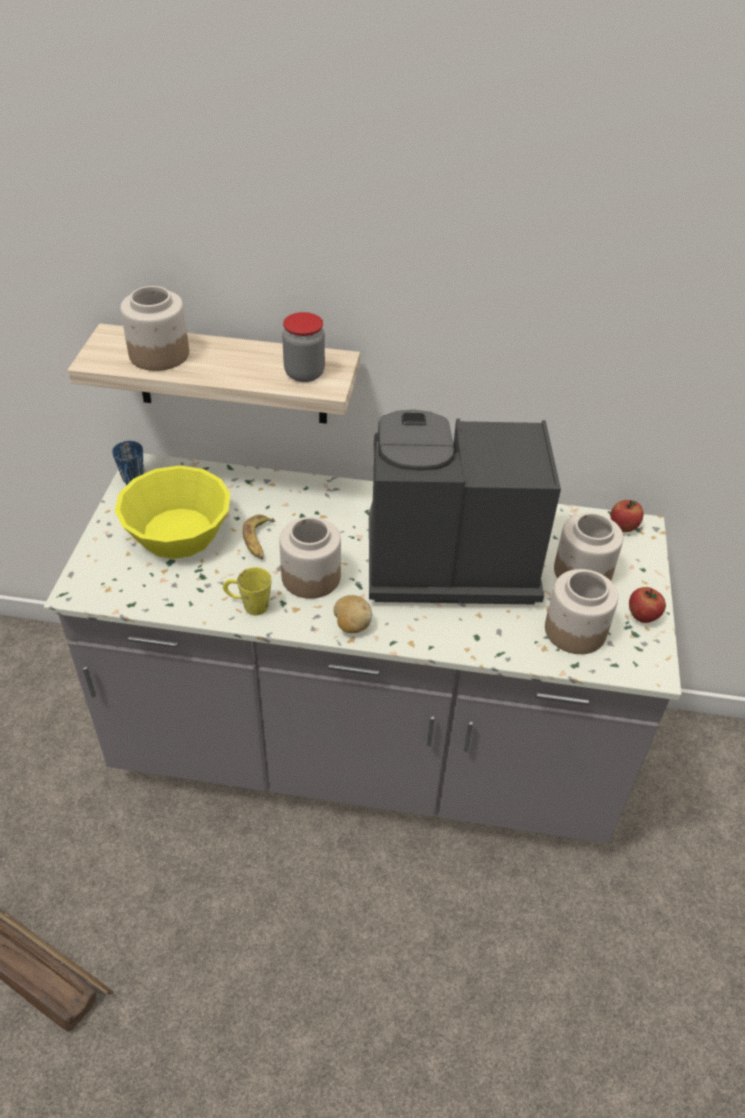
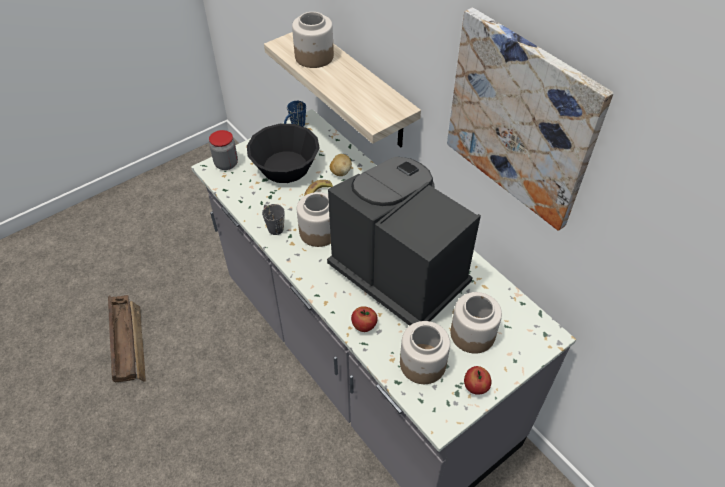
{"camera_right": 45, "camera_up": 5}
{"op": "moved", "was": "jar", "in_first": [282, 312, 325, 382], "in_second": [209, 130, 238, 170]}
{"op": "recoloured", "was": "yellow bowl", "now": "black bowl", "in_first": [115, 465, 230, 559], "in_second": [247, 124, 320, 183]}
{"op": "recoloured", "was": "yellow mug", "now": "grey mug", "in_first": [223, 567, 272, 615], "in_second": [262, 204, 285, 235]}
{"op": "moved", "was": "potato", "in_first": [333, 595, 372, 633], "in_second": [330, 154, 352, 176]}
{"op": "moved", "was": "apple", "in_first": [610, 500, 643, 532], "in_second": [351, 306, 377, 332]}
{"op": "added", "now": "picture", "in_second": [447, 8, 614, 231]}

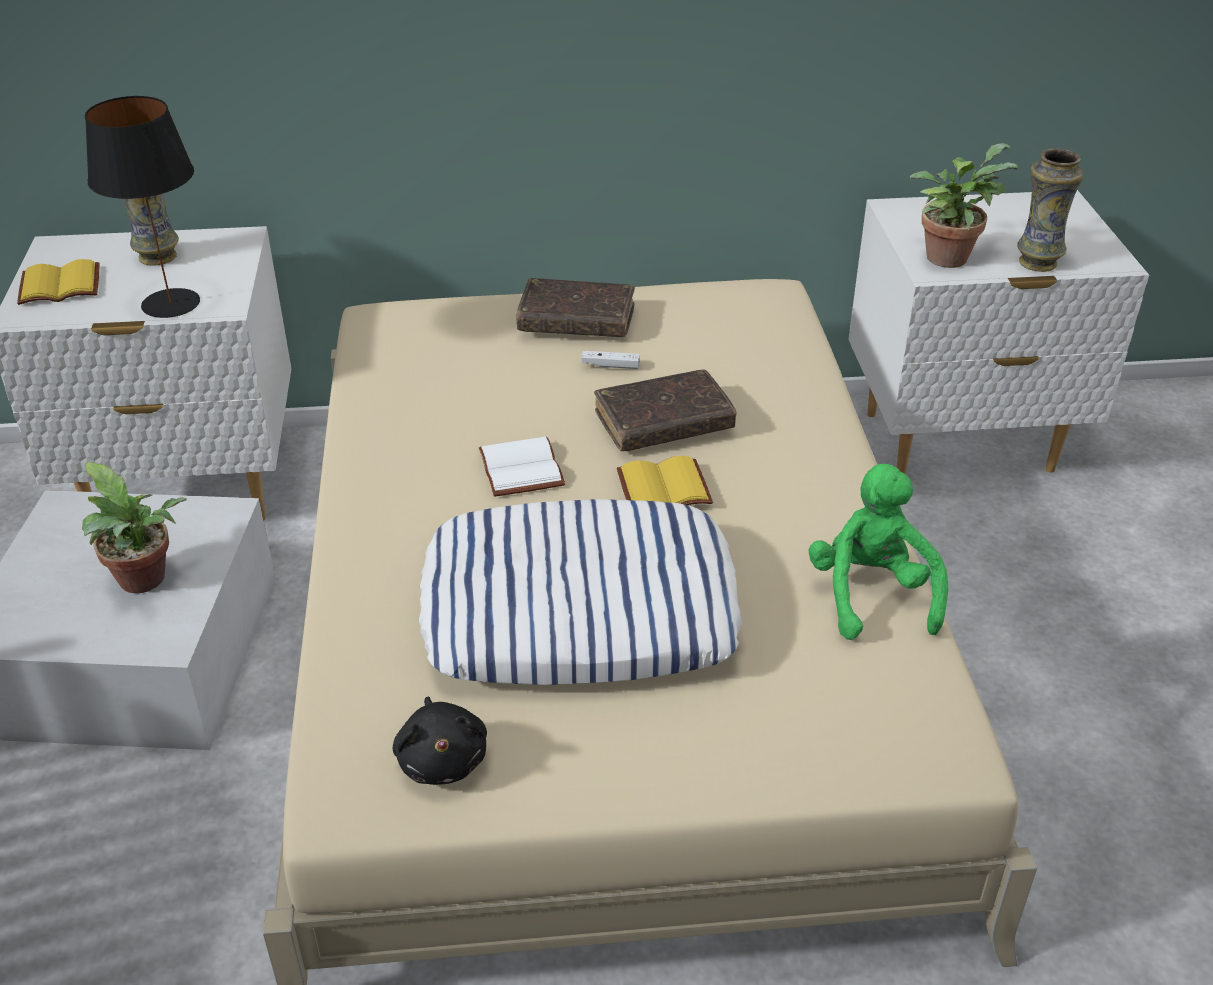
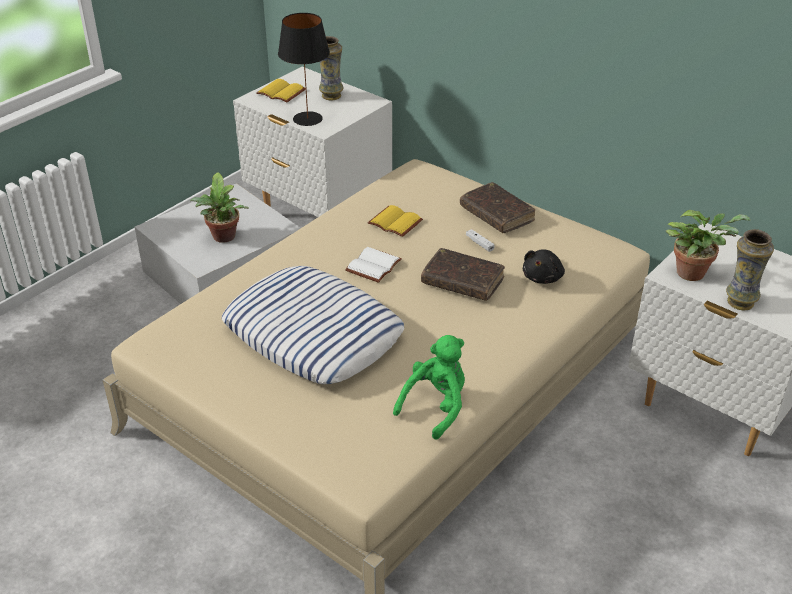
{"camera_right": 45, "camera_up": 0}
{"op": "moved", "was": "yellow book", "in_first": [617, 456, 713, 505], "in_second": [368, 205, 423, 237]}
{"op": "moved", "was": "black plush toy", "in_first": [393, 697, 487, 785], "in_second": [523, 249, 565, 284]}

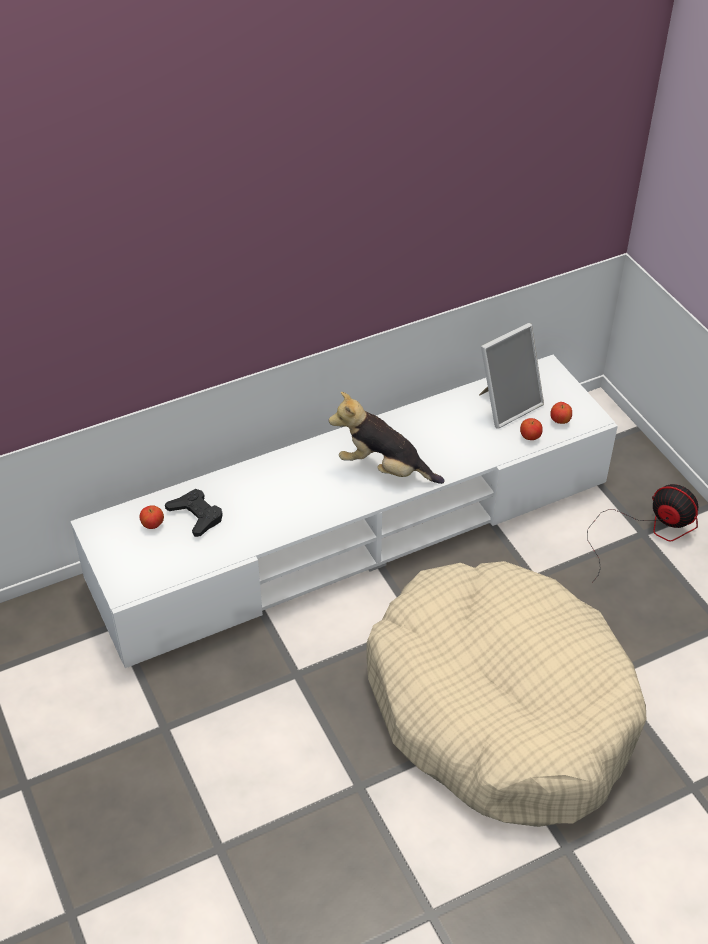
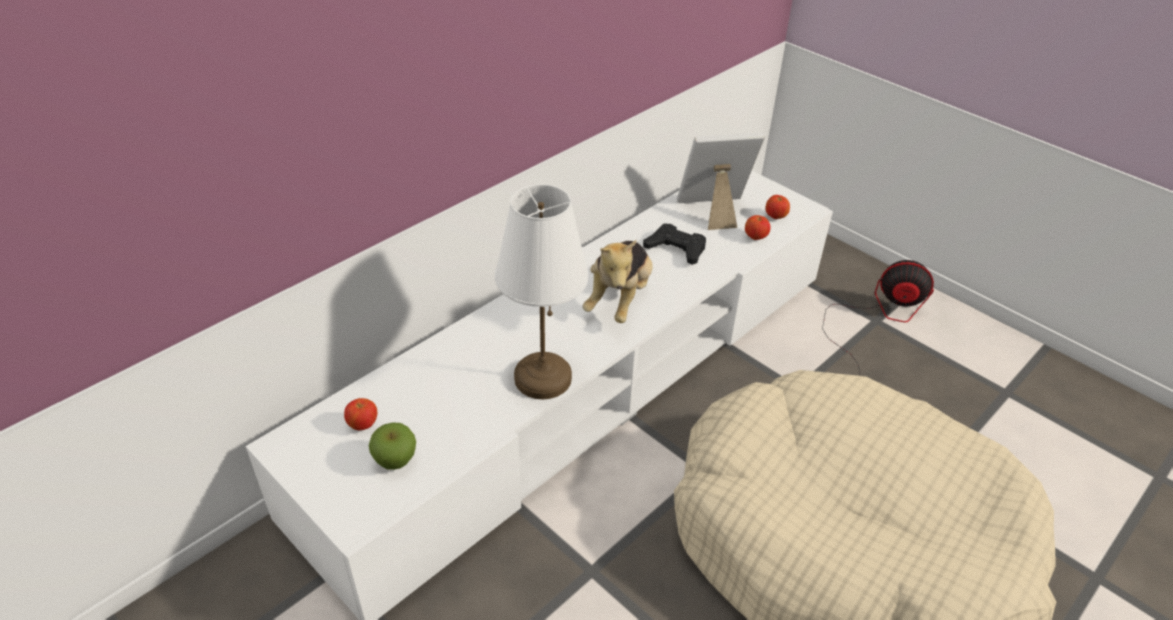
{"camera_right": -20, "camera_up": -5}
{"op": "added", "now": "apple", "in_second": [369, 422, 416, 470]}
{"op": "added", "now": "white table lamp", "in_second": [495, 184, 588, 399]}
{"op": "turned", "was": "plush toy", "in_first": [329, 392, 445, 484], "in_second": [582, 240, 653, 323], "clockwise": -75}
{"op": "moved", "was": "black game controller", "in_first": [165, 489, 223, 537], "in_second": [643, 224, 706, 265]}
{"op": "turned", "was": "picture frame", "in_first": [479, 323, 544, 429], "in_second": [677, 133, 765, 230], "clockwise": -135}

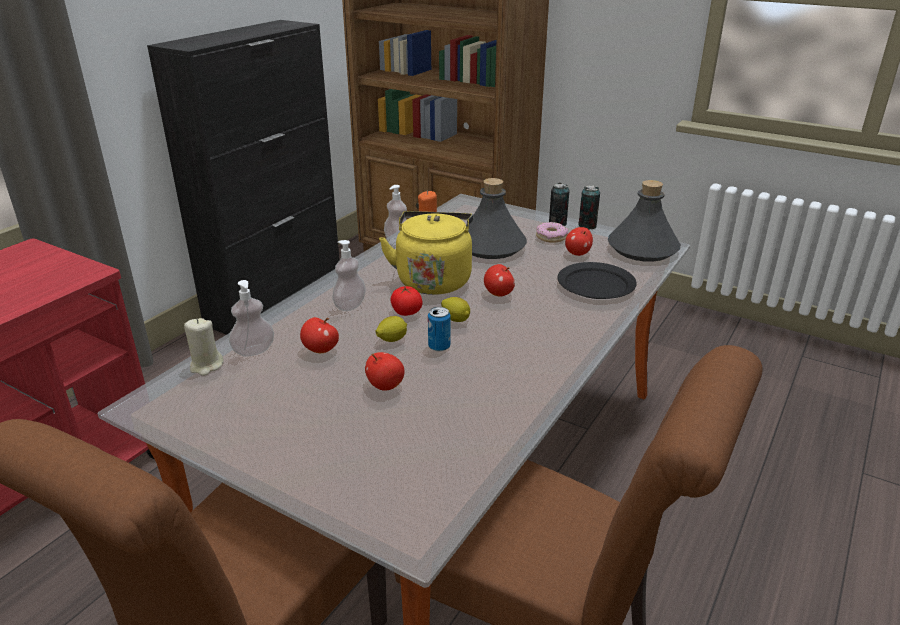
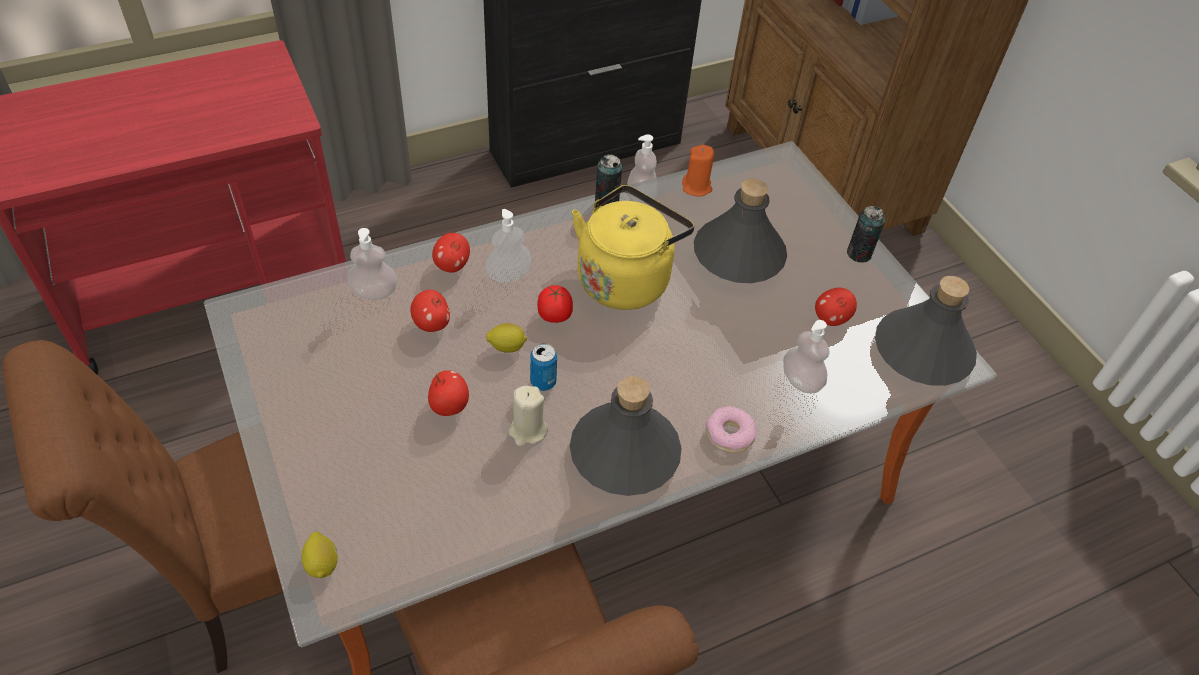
{"camera_right": 30, "camera_up": 20}
{"op": "moved", "was": "lemon", "in_first": [441, 297, 470, 322], "in_second": [302, 532, 338, 578]}
{"op": "moved", "was": "apple", "in_first": [484, 264, 515, 296], "in_second": [432, 233, 470, 273]}
{"op": "moved", "was": "beige candle", "in_first": [184, 318, 223, 376], "in_second": [508, 386, 548, 446]}
{"op": "added", "now": "grey bottle", "in_second": [570, 376, 682, 496]}
{"op": "moved", "was": "can", "in_first": [579, 185, 600, 230], "in_second": [595, 155, 622, 206]}
{"op": "moved", "was": "donut", "in_first": [536, 222, 568, 243], "in_second": [706, 406, 757, 453]}
{"op": "replaced", "was": "black plate", "now": "soap dispenser", "in_first": [558, 262, 637, 299], "in_second": [783, 320, 830, 393]}

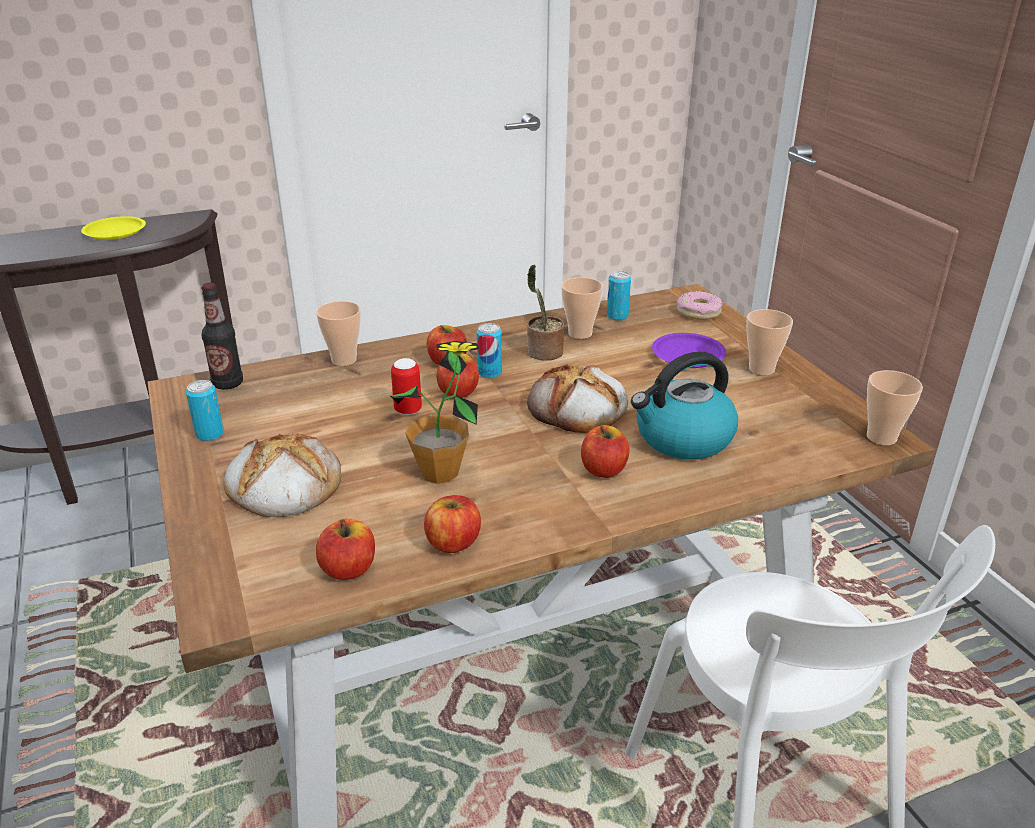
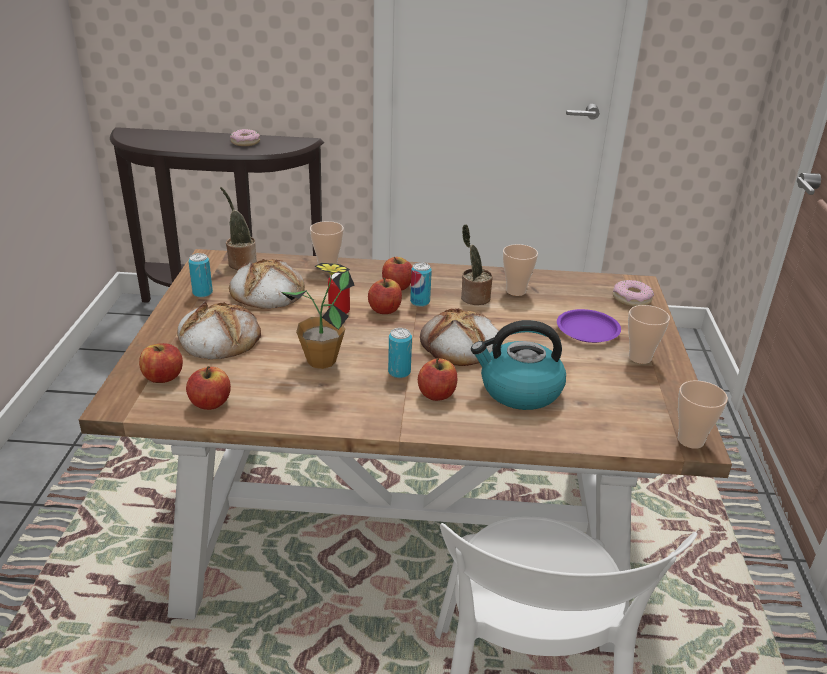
{"camera_right": 25, "camera_up": 0}
{"op": "moved", "was": "apple", "in_first": [424, 495, 481, 553], "in_second": [139, 343, 183, 383]}
{"op": "replaced", "was": "bottle", "now": "potted plant", "in_first": [201, 283, 243, 390], "in_second": [220, 187, 257, 270]}
{"op": "added", "now": "bread", "in_second": [229, 259, 305, 309]}
{"op": "replaced", "was": "yellow plate", "now": "donut", "in_first": [81, 216, 146, 240], "in_second": [230, 129, 260, 146]}
{"op": "moved", "was": "can", "in_first": [607, 271, 631, 321], "in_second": [388, 328, 412, 378]}

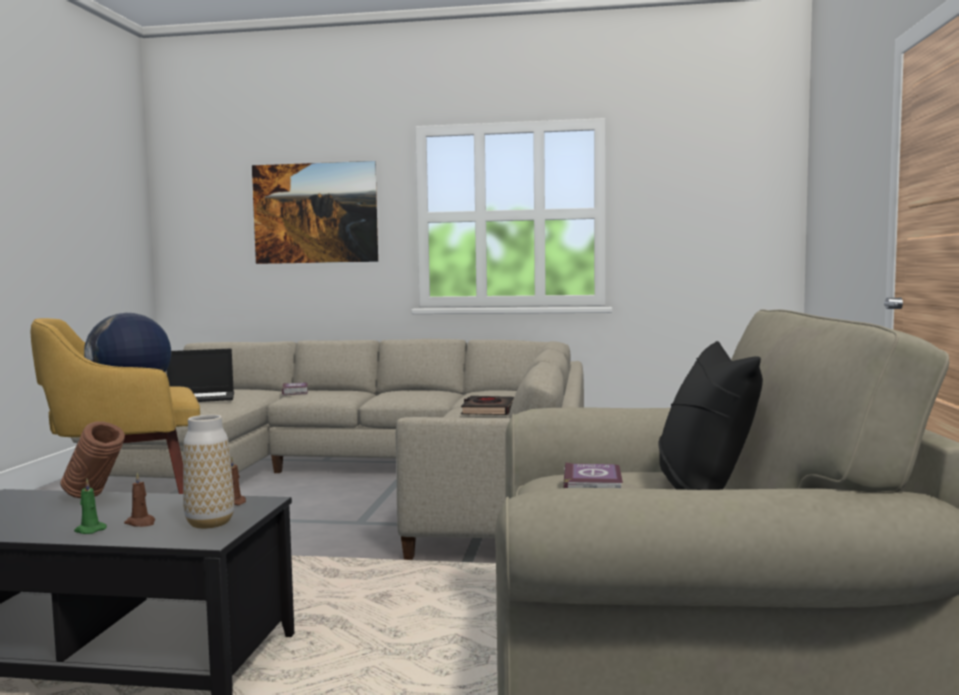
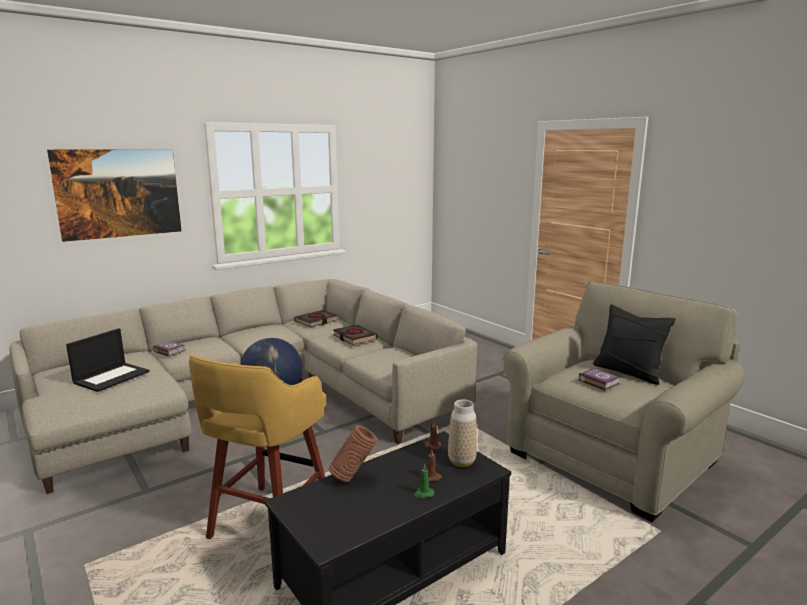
{"camera_right": -45, "camera_up": 10}
{"op": "added", "now": "black book", "in_second": [294, 310, 338, 327]}

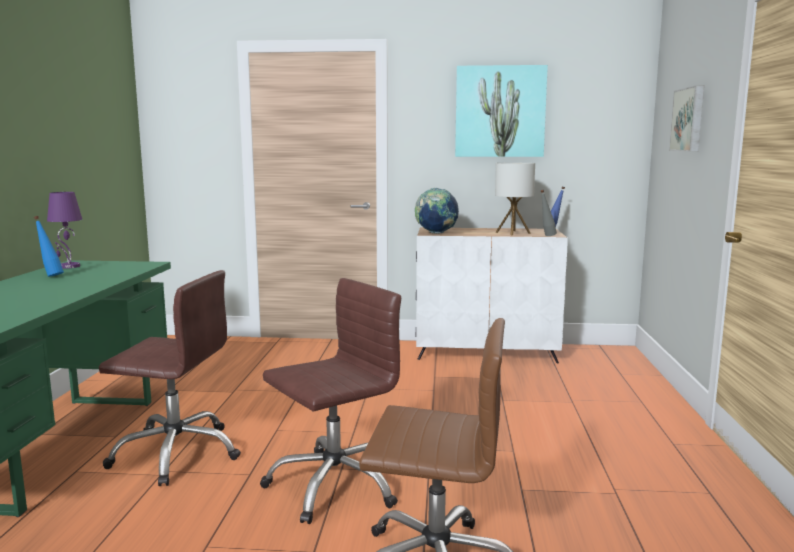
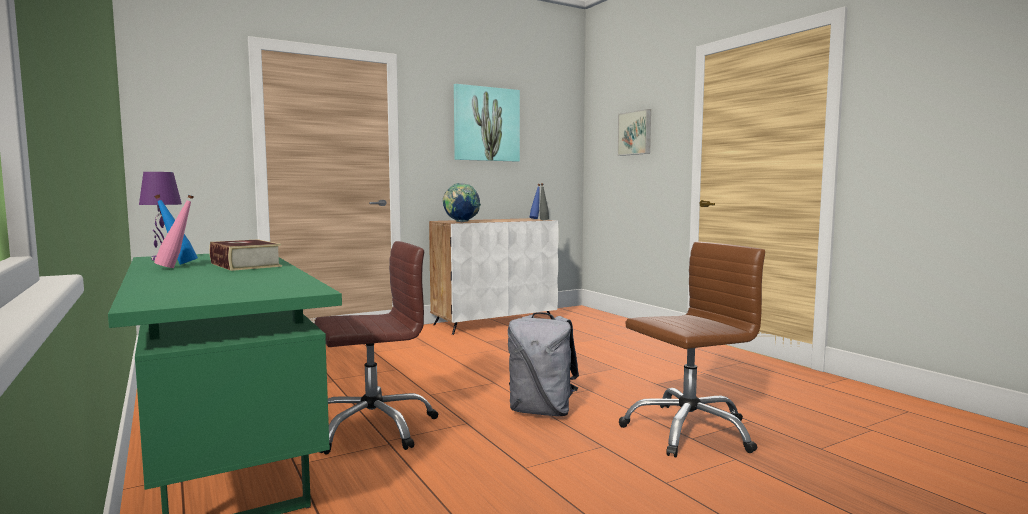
{"camera_right": -35, "camera_up": -5}
{"op": "added", "now": "pink bottle", "in_second": [154, 195, 194, 268]}
{"op": "added", "now": "book", "in_second": [209, 239, 282, 271]}
{"op": "replaced", "was": "brown office chair", "now": "grey backpack", "in_first": [260, 278, 401, 524], "in_second": [508, 312, 579, 416]}
{"op": "removed", "was": "table lamp", "in_first": [495, 163, 535, 235]}

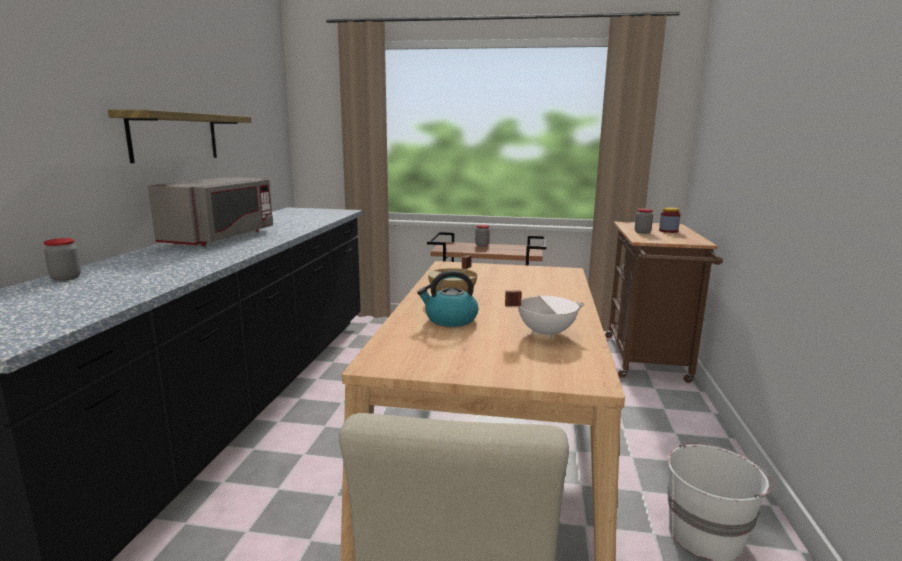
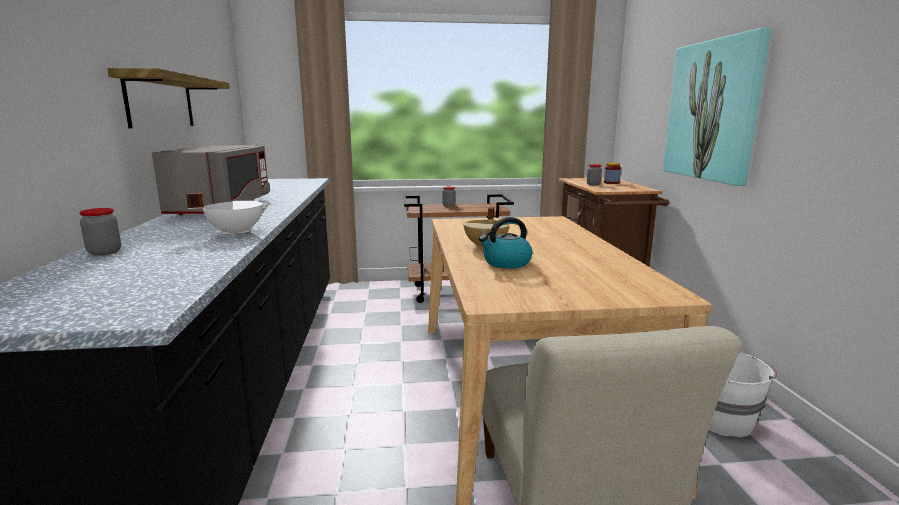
{"camera_right": -15, "camera_up": 0}
{"op": "moved", "was": "white cooking pot", "in_first": [505, 290, 585, 339], "in_second": [186, 193, 270, 236]}
{"op": "added", "now": "picture", "in_second": [663, 27, 771, 186]}

